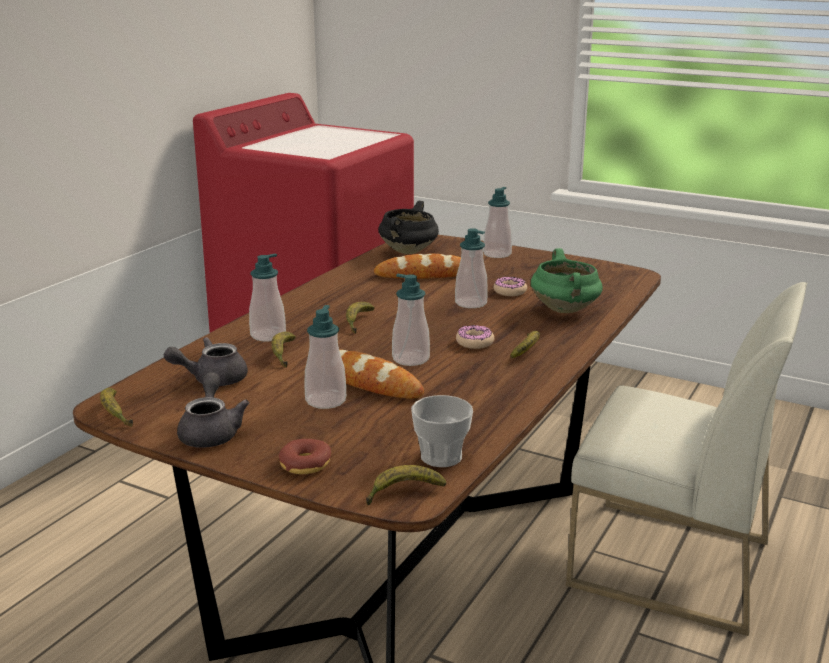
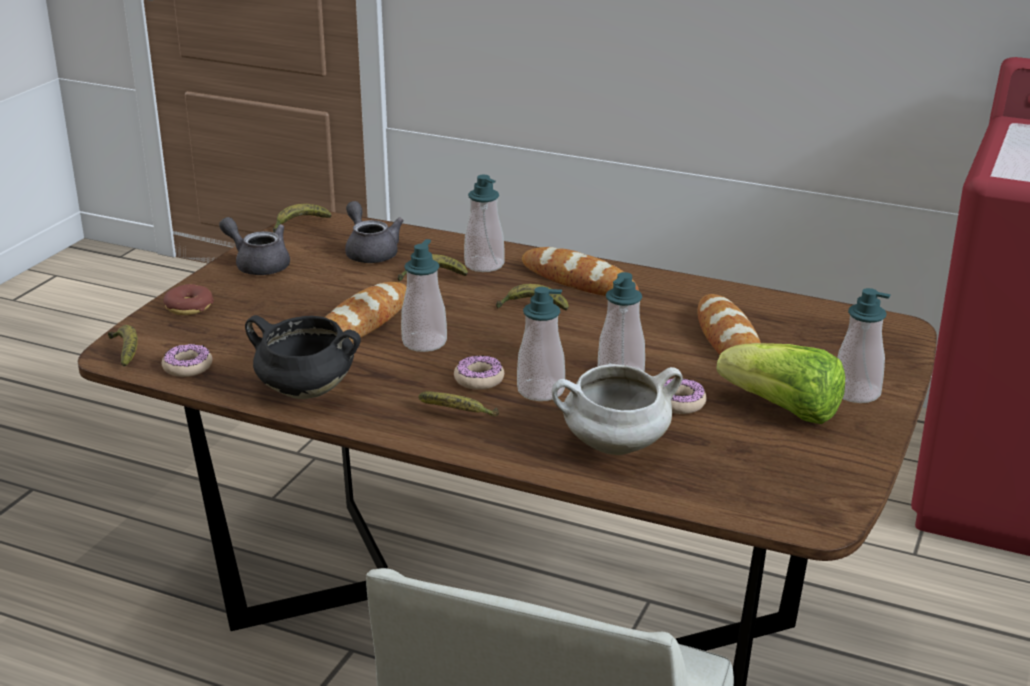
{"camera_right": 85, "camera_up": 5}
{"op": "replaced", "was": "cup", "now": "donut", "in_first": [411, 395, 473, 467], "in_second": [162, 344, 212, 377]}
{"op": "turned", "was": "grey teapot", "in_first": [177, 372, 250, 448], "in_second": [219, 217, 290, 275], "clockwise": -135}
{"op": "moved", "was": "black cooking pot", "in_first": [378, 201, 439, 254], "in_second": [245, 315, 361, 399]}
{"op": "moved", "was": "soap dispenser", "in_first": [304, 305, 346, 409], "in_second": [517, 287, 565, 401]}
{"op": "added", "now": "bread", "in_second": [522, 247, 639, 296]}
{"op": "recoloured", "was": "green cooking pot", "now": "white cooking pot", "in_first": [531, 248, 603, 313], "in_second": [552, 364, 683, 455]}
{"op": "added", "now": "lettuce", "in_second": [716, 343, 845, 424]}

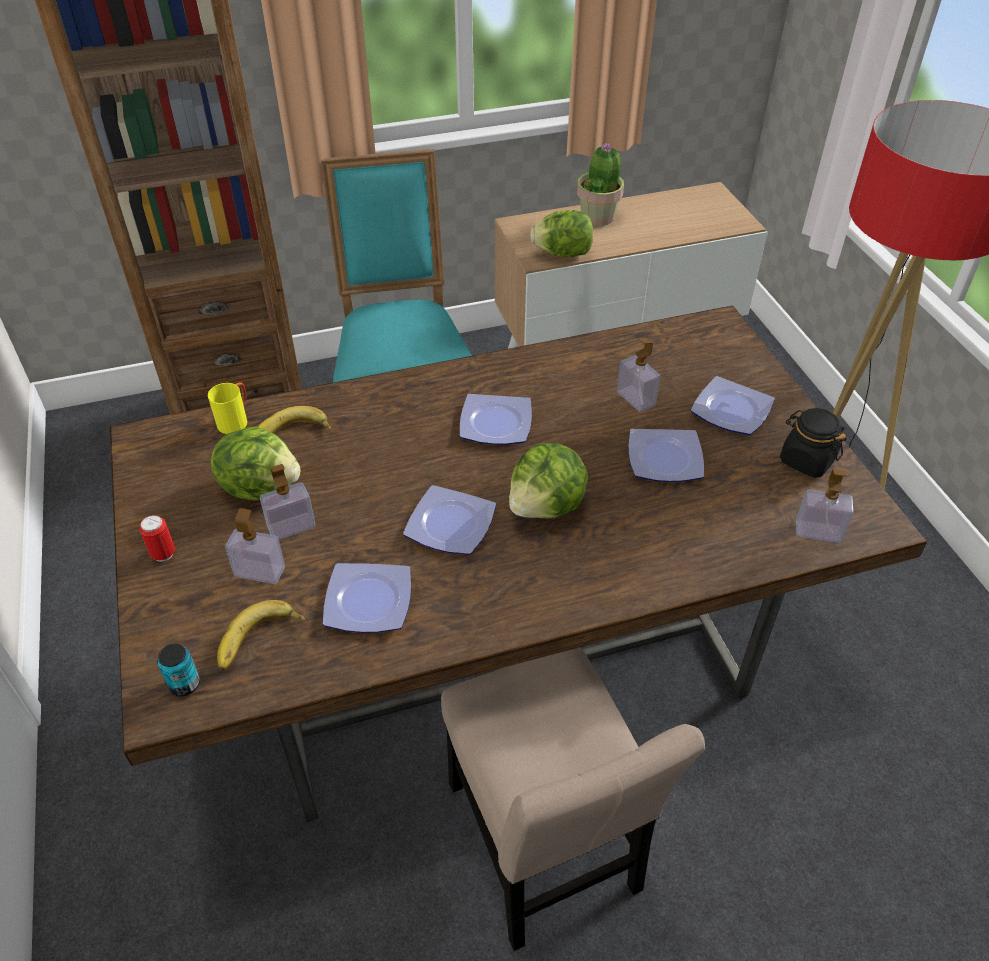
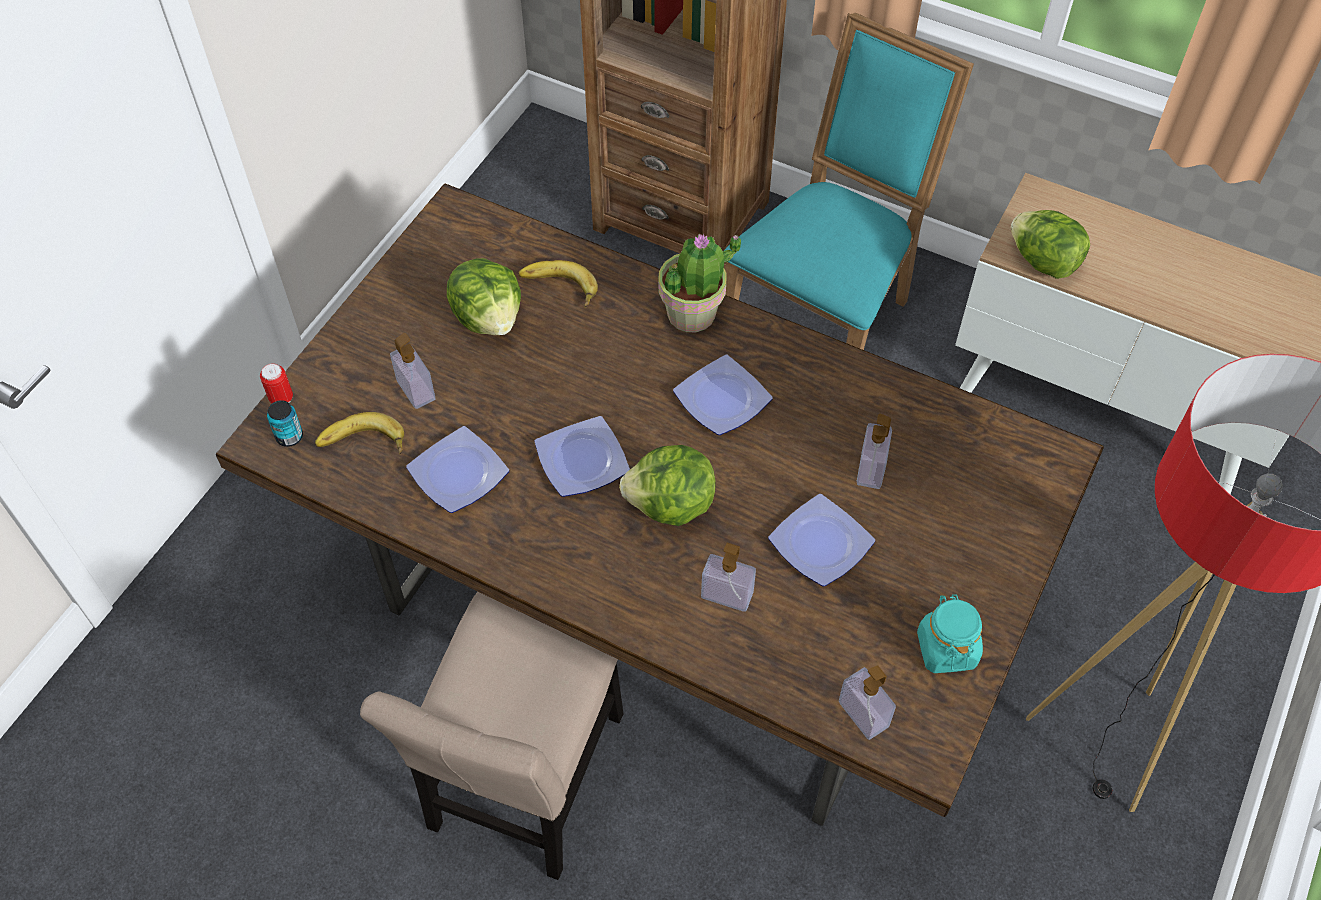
{"camera_right": 45, "camera_up": 10}
{"op": "moved", "was": "can", "in_first": [139, 515, 175, 562], "in_second": [260, 363, 293, 404]}
{"op": "moved", "was": "potted plant", "in_first": [577, 143, 624, 226], "in_second": [658, 234, 741, 332]}
{"op": "moved", "was": "soap dispenser", "in_first": [260, 464, 315, 540], "in_second": [701, 543, 756, 612]}
{"op": "recoloured", "was": "black jar", "now": "turquoise jar", "in_first": [780, 408, 846, 478], "in_second": [917, 594, 983, 673]}
{"op": "removed", "was": "yellow mug", "in_first": [208, 383, 247, 434]}
{"op": "removed", "was": "plate", "in_first": [690, 376, 775, 435]}

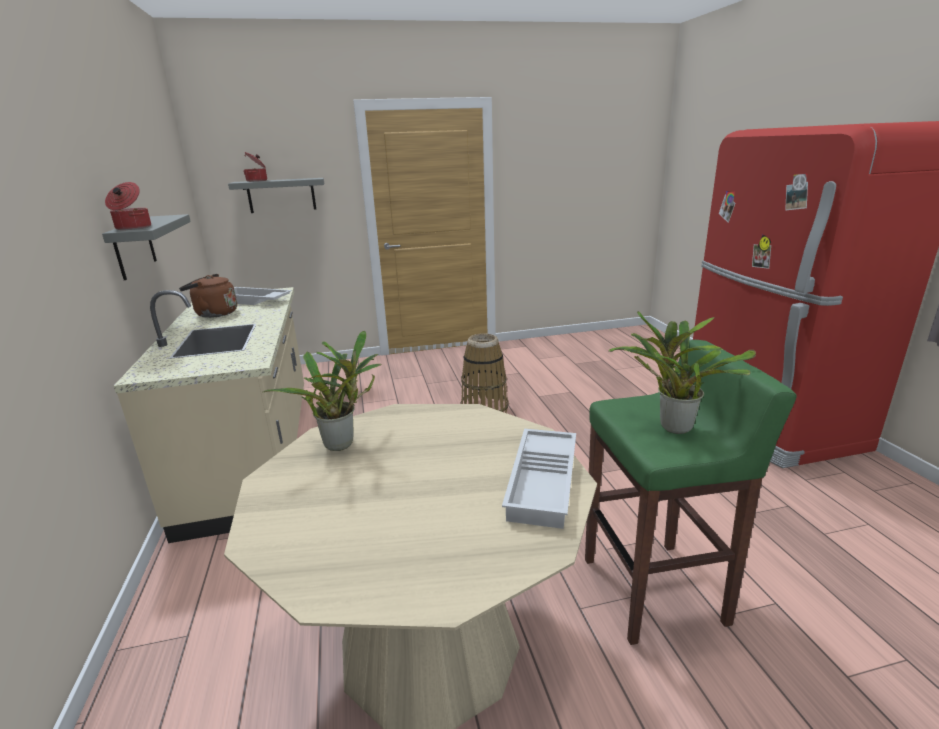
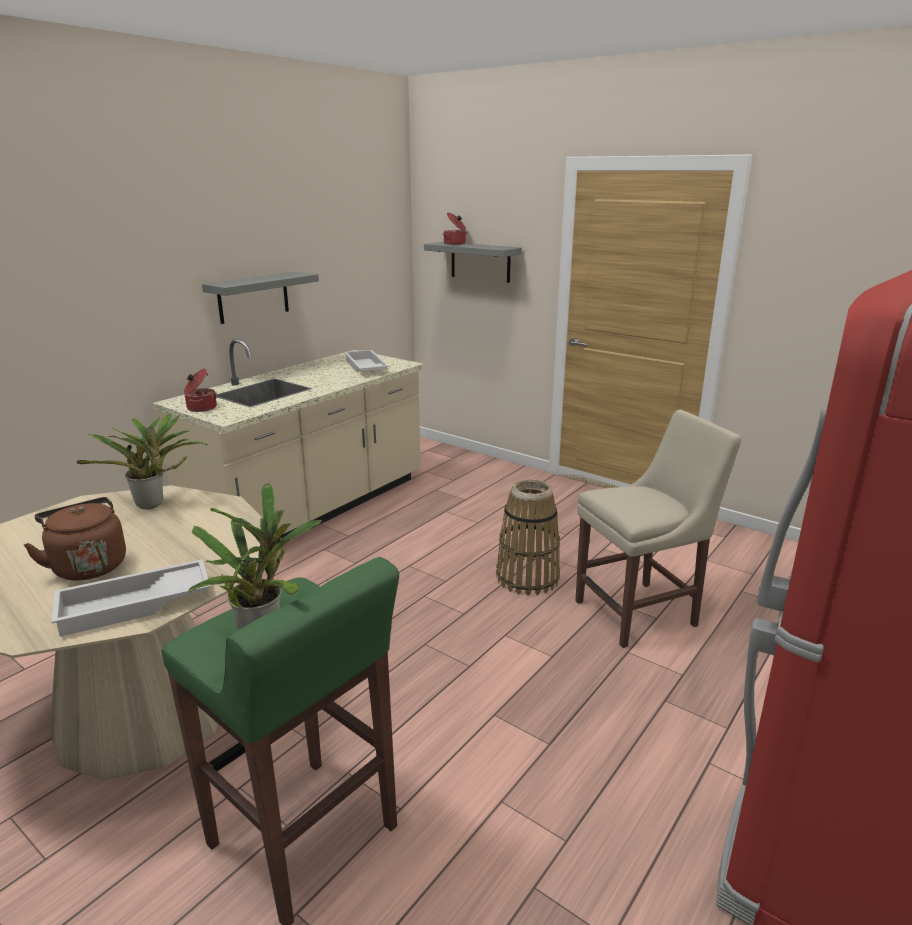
{"camera_right": 50, "camera_up": 0}
{"op": "moved", "was": "brown kettle", "in_first": [179, 274, 237, 318], "in_second": [24, 497, 126, 581]}
{"op": "moved", "was": "cooking pot", "in_first": [105, 182, 151, 230], "in_second": [184, 369, 217, 412]}
{"op": "added", "now": "beige chair", "in_second": [575, 410, 741, 648]}

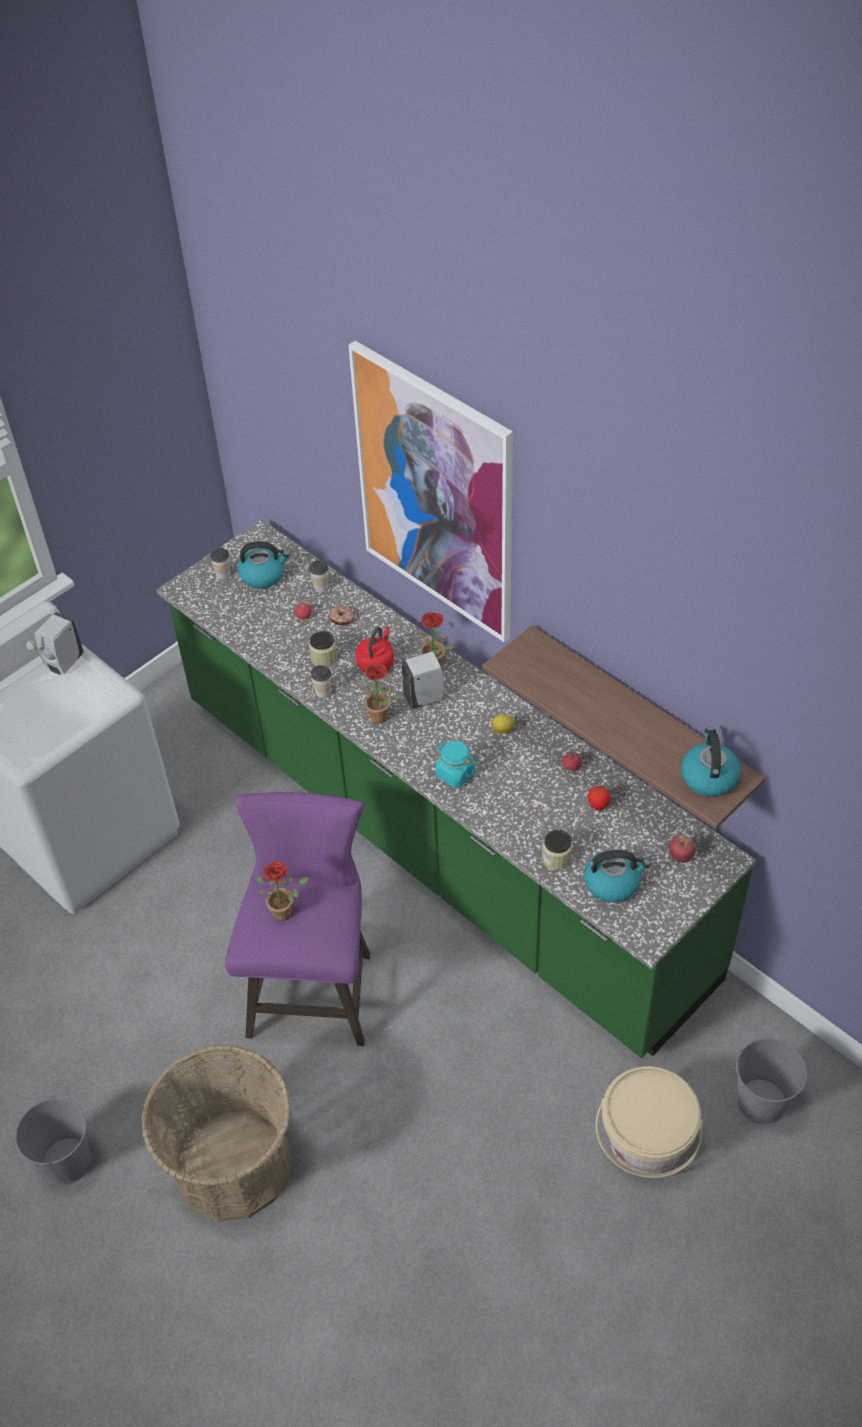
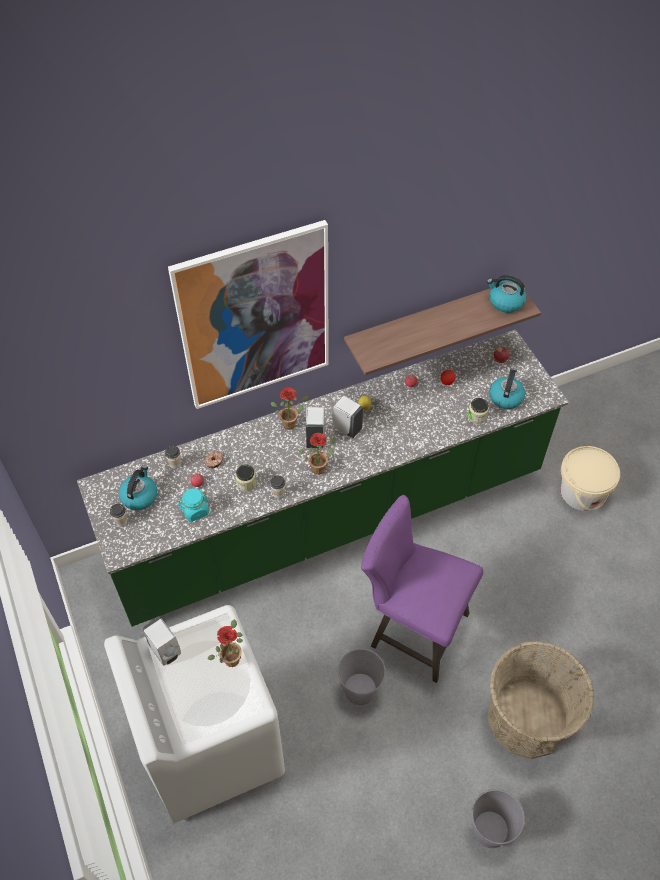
{"camera_right": -70, "camera_up": 5}
{"op": "moved", "was": "turquoise jar", "in_first": [436, 741, 475, 788], "in_second": [178, 488, 209, 522]}
{"op": "moved", "was": "potted plant", "in_first": [257, 861, 309, 921], "in_second": [207, 619, 243, 667]}
{"op": "added", "now": "white soap dispenser", "in_second": [332, 396, 363, 438]}
{"op": "moved", "was": "grey bucket", "in_first": [736, 1038, 807, 1124], "in_second": [338, 648, 386, 705]}
{"op": "removed", "was": "red kettle", "in_first": [355, 627, 394, 673]}

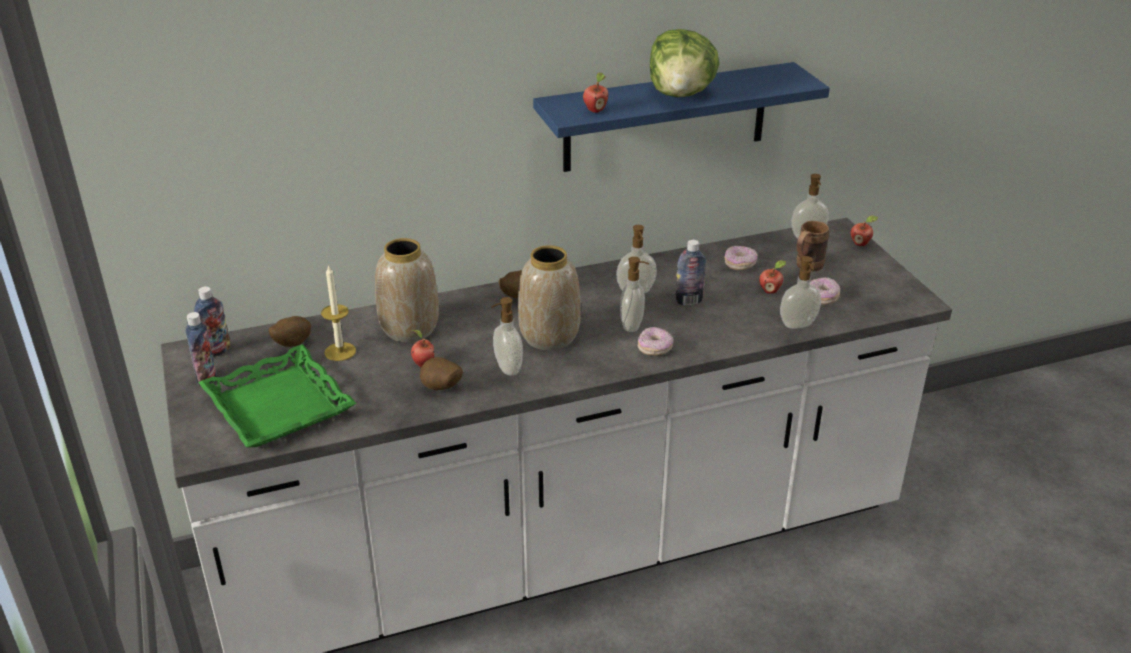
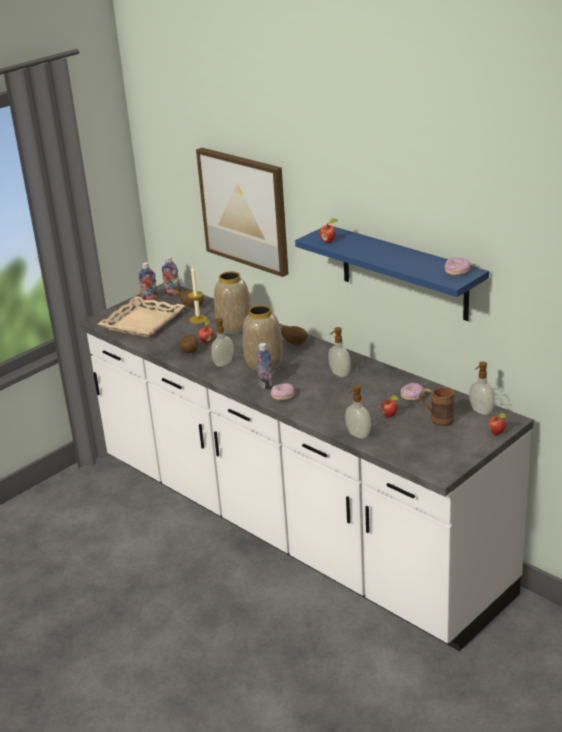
{"camera_right": 65, "camera_up": -5}
{"op": "recoloured", "was": "green tray", "now": "beige tray", "in_first": [198, 344, 357, 447], "in_second": [98, 296, 185, 338]}
{"op": "added", "now": "picture", "in_second": [196, 148, 288, 277]}
{"op": "moved", "was": "bottle", "in_first": [675, 240, 706, 306], "in_second": [256, 343, 273, 390]}
{"op": "moved", "was": "donut", "in_first": [810, 277, 840, 305], "in_second": [445, 257, 471, 276]}
{"op": "removed", "was": "soap dispenser", "in_first": [620, 257, 649, 332]}
{"op": "removed", "was": "lettuce", "in_first": [650, 29, 720, 97]}

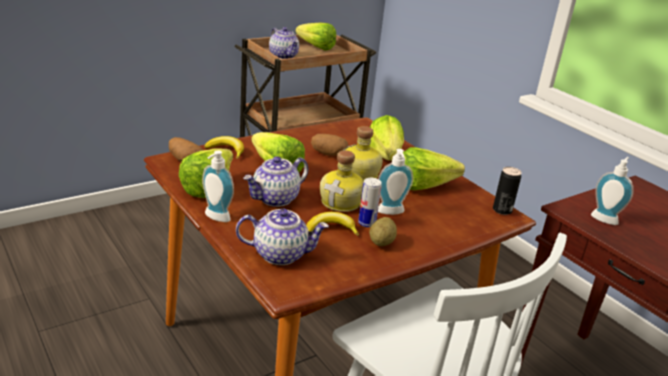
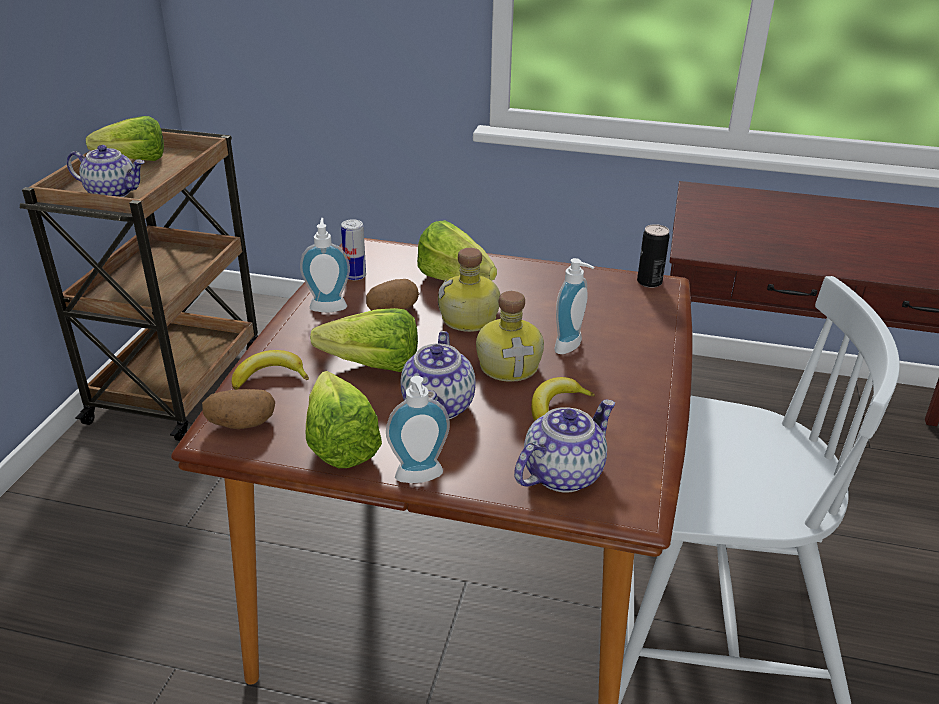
{"camera_right": -40, "camera_up": 5}
{"op": "moved", "was": "soap dispenser", "in_first": [591, 157, 634, 225], "in_second": [300, 218, 350, 312]}
{"op": "moved", "was": "can", "in_first": [358, 178, 382, 227], "in_second": [341, 219, 366, 280]}
{"op": "removed", "was": "potato", "in_first": [369, 217, 397, 246]}
{"op": "removed", "was": "lettuce", "in_first": [403, 147, 465, 190]}

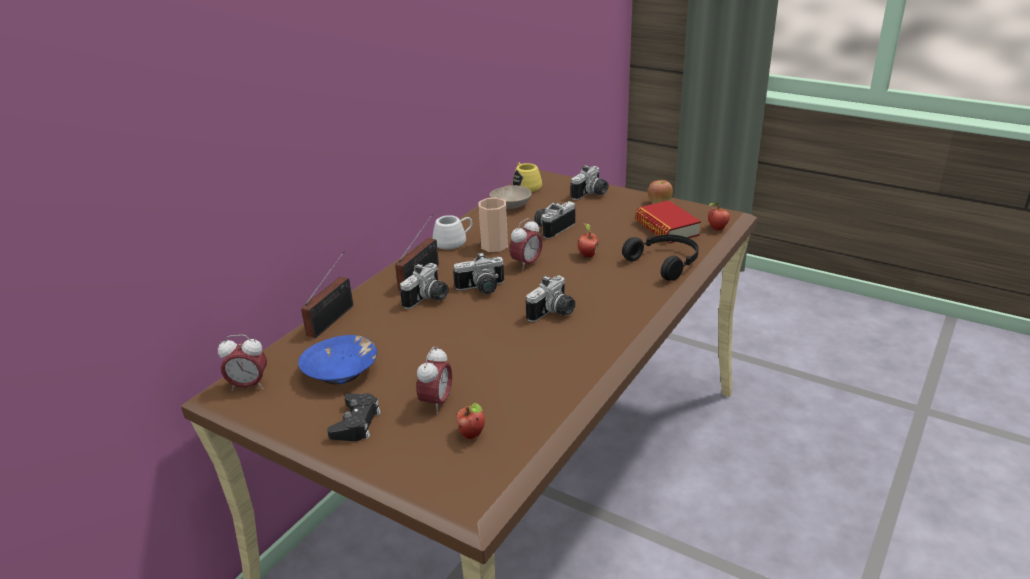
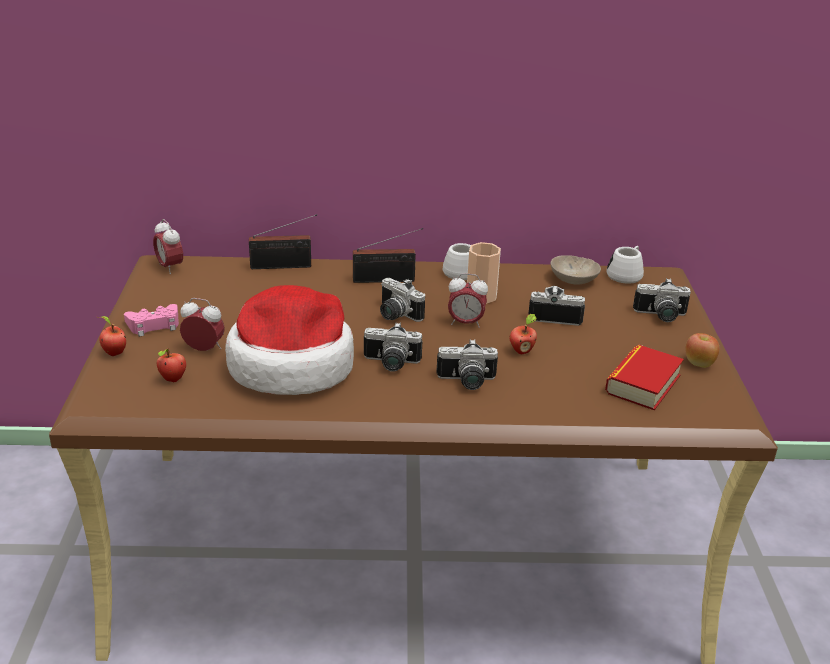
{"camera_right": 55, "camera_up": 0}
{"op": "moved", "was": "apple", "in_first": [708, 203, 730, 231], "in_second": [99, 316, 126, 356]}
{"op": "recoloured", "was": "black game controller", "now": "pink game controller", "in_first": [327, 393, 381, 441], "in_second": [124, 304, 179, 337]}
{"op": "turned", "was": "alarm clock", "in_first": [417, 346, 452, 414], "in_second": [180, 298, 225, 351], "clockwise": -150}
{"op": "added", "now": "hat", "in_second": [225, 285, 354, 395]}
{"op": "moved", "was": "photo camera", "in_first": [400, 263, 449, 309], "in_second": [436, 339, 498, 390]}
{"op": "recoloured", "was": "yellow mug", "now": "white mug", "in_first": [513, 162, 542, 192], "in_second": [606, 246, 644, 284]}
{"op": "removed", "was": "blue bowl", "in_first": [298, 335, 377, 384]}
{"op": "removed", "was": "black headphones", "in_first": [622, 235, 699, 281]}

